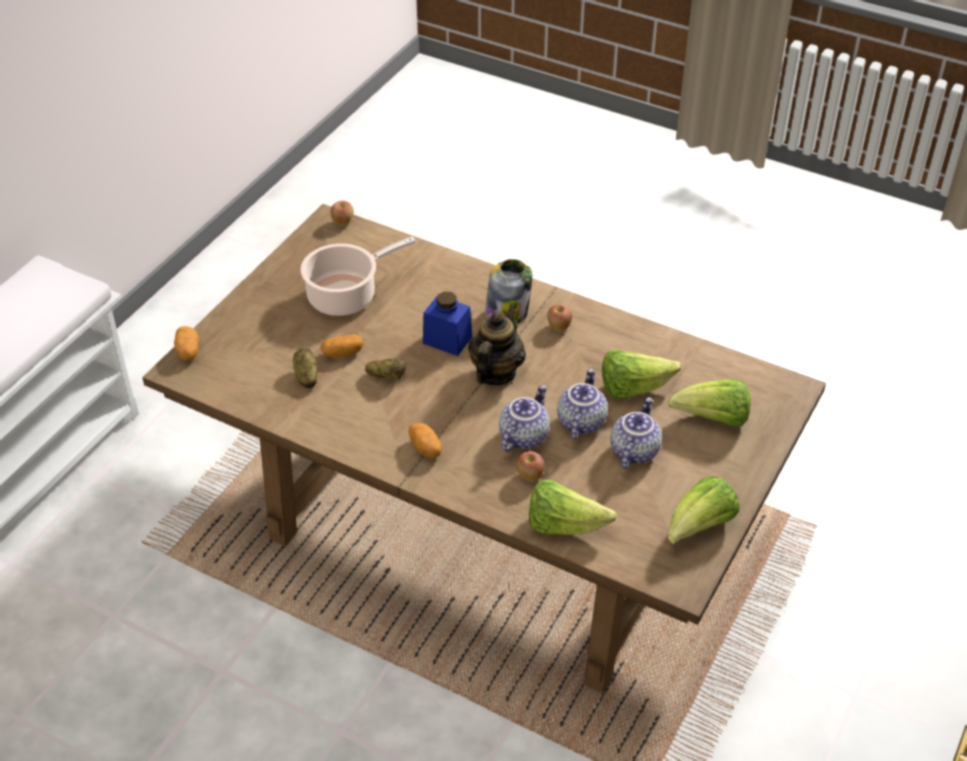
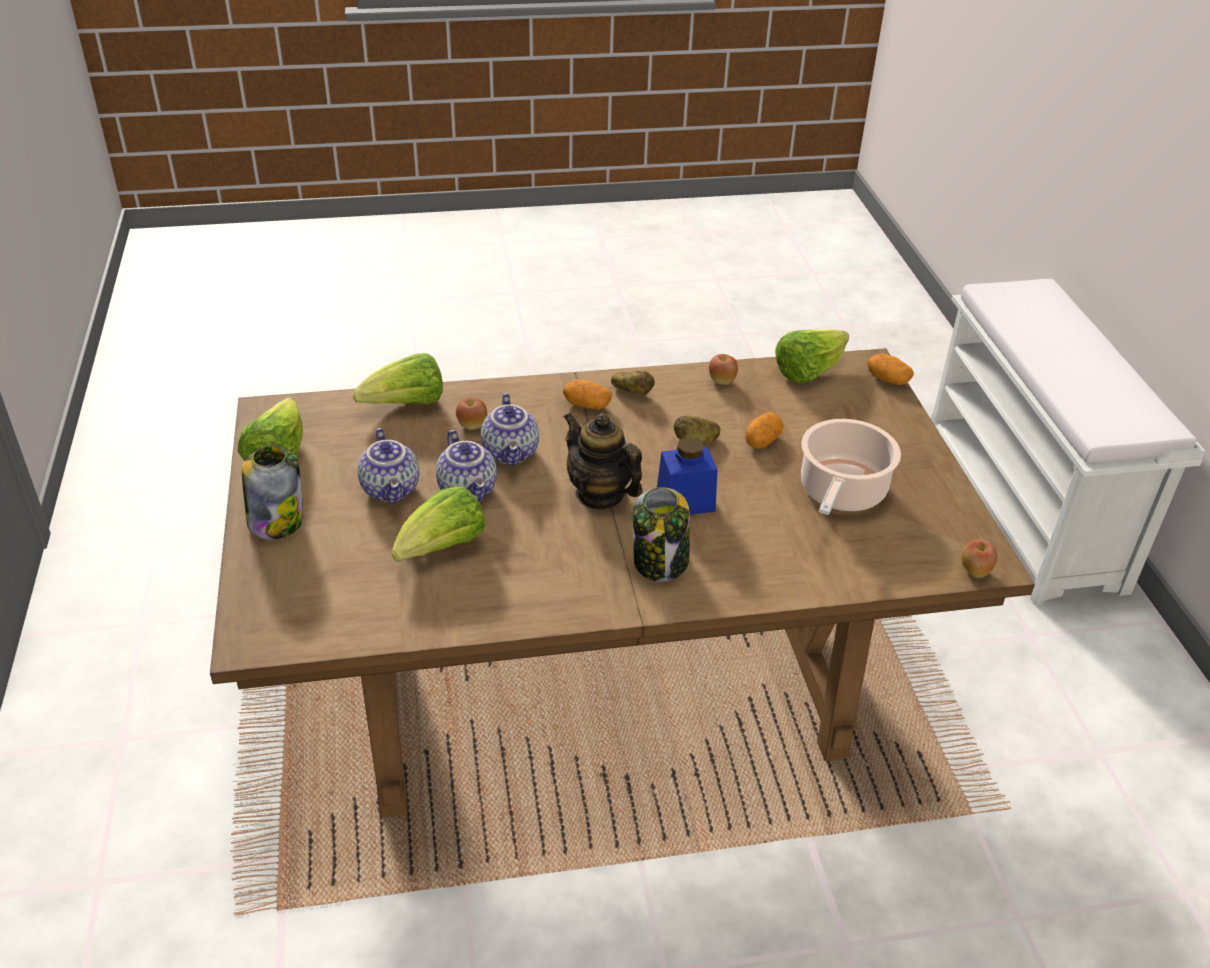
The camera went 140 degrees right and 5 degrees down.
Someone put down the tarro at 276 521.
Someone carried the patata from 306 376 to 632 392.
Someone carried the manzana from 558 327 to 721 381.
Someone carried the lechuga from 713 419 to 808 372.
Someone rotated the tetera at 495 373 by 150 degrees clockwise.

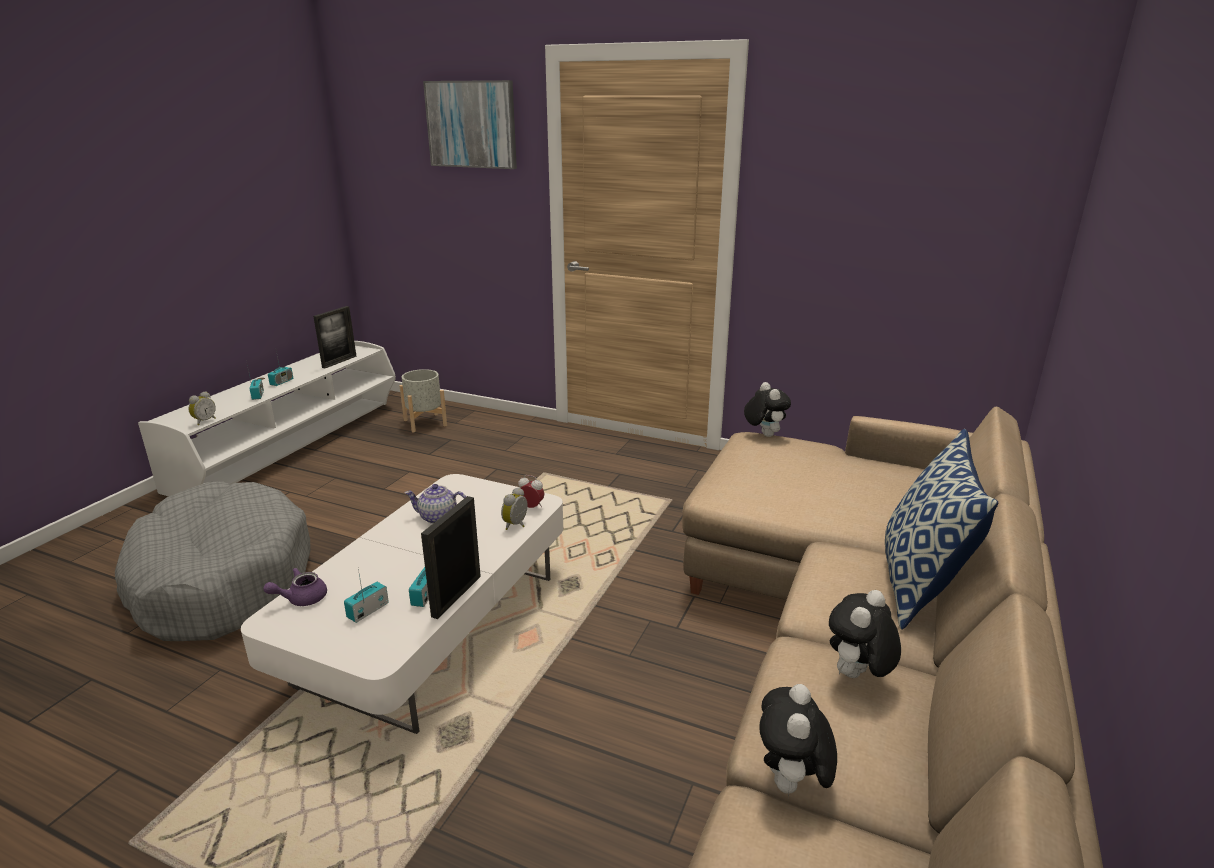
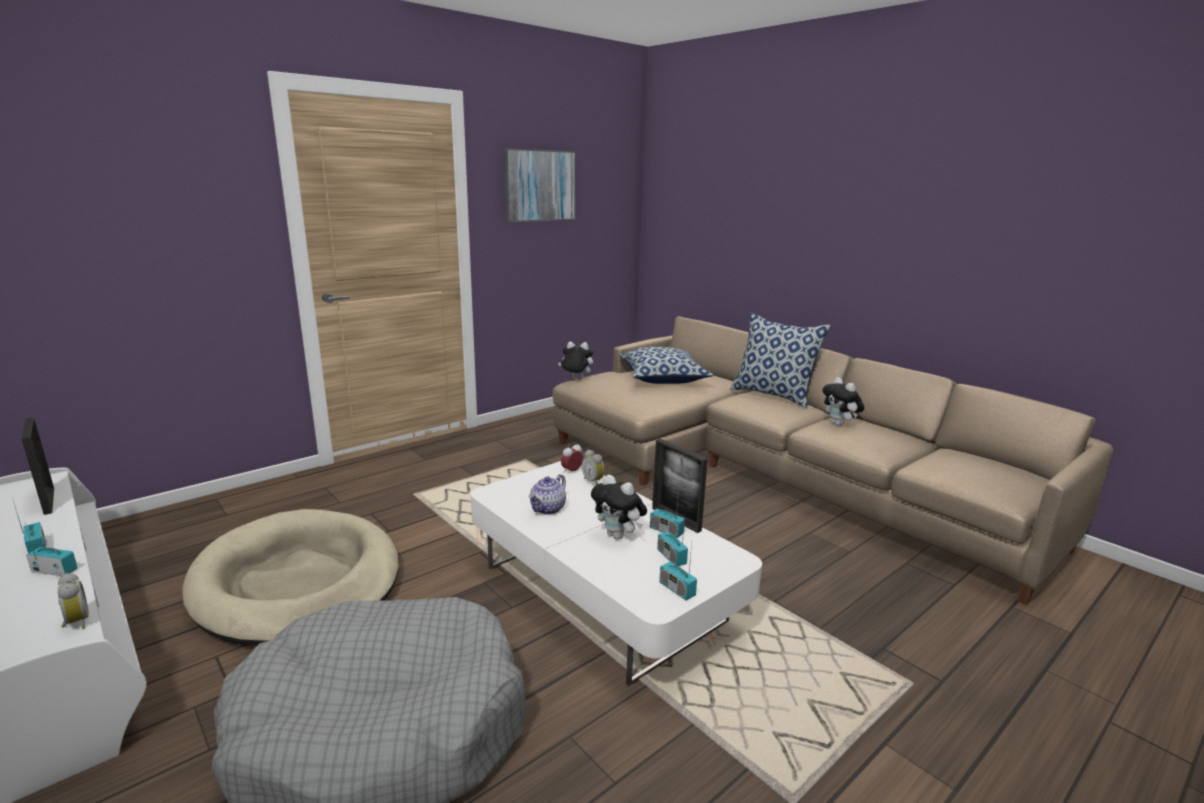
The camera went 65 degrees left and 5 degrees down.
Someone took away the tetera [morado] at 301 598.
Someone took away the maceta [gris] at 425 422.
Someone put down the cama para perro [beis] at 298 582.
Someone put down the cojín at 663 378.
Someone put down the radio at 677 589.
Someone carried the cuadro from 471 124 to 539 185.
Someone carried the peluche from 791 784 to 618 535.

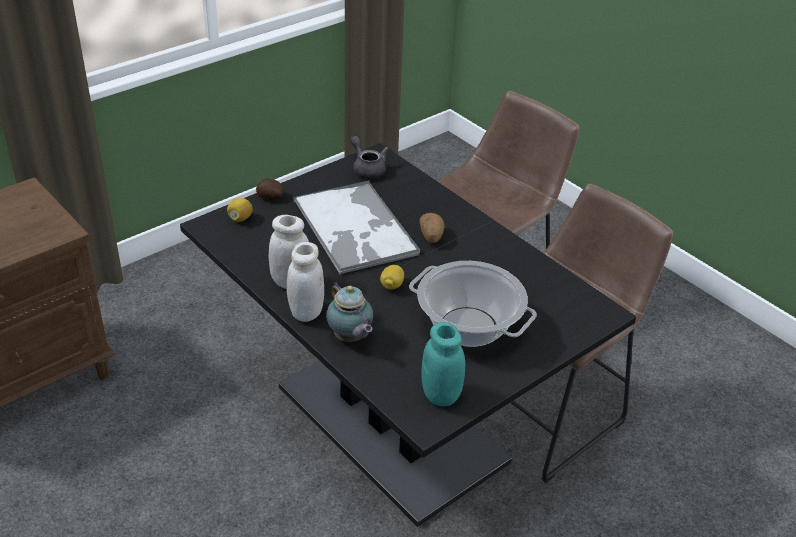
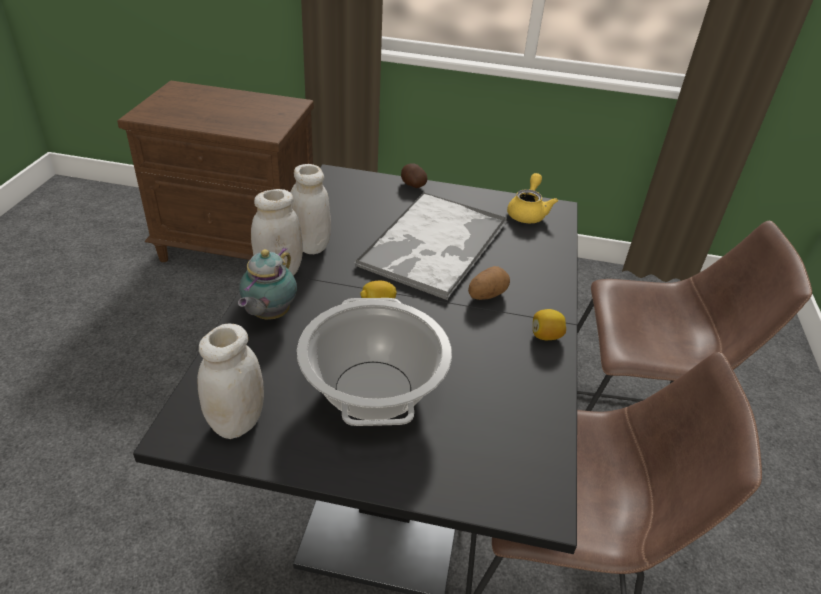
The camera went 50 degrees right and 0 degrees up.
Someone carried the limón from 240 218 to 546 336.
Someone repainted the tetera [gris] at 367 169, which became the tetera [amarillo] at 528 212.
Someone repainted the tarro [turquesa] at 440 395, which became the tarro [blanco] at 237 422.

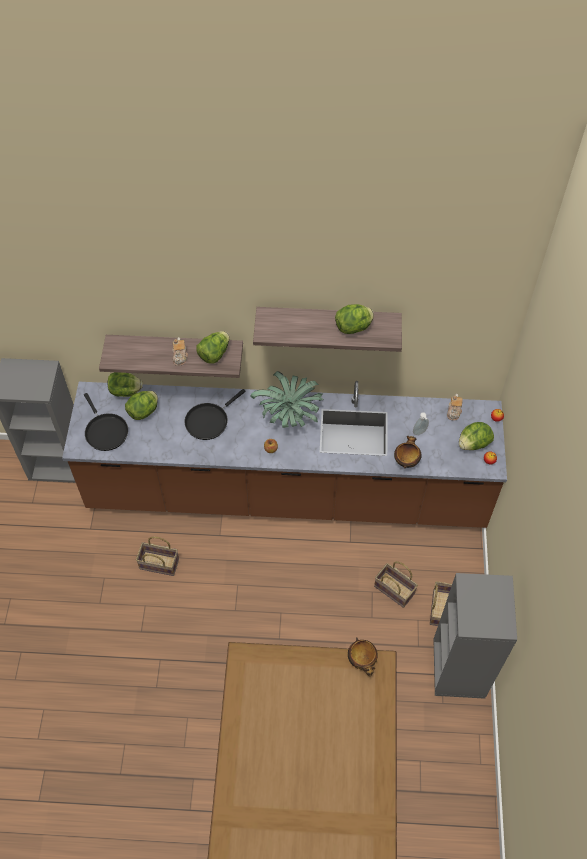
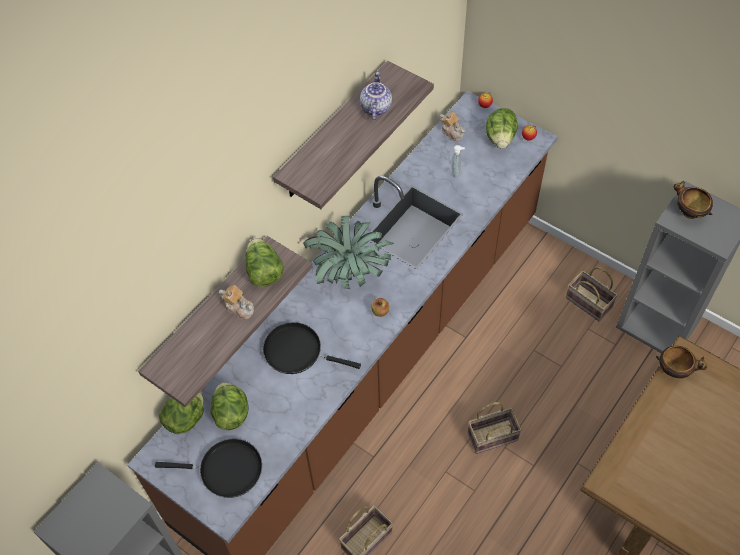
The camera went 55 degrees left and 0 degrees up.
Someone carried the cesta from 395 590 to 493 435.
Someone carried the cuenco from 406 461 to 688 212.
Someone swapped the lechuga at 354 327 for the tetera at 375 107.
Someone rotated the sartén [negro] at 209 421 by 120 degrees clockwise.

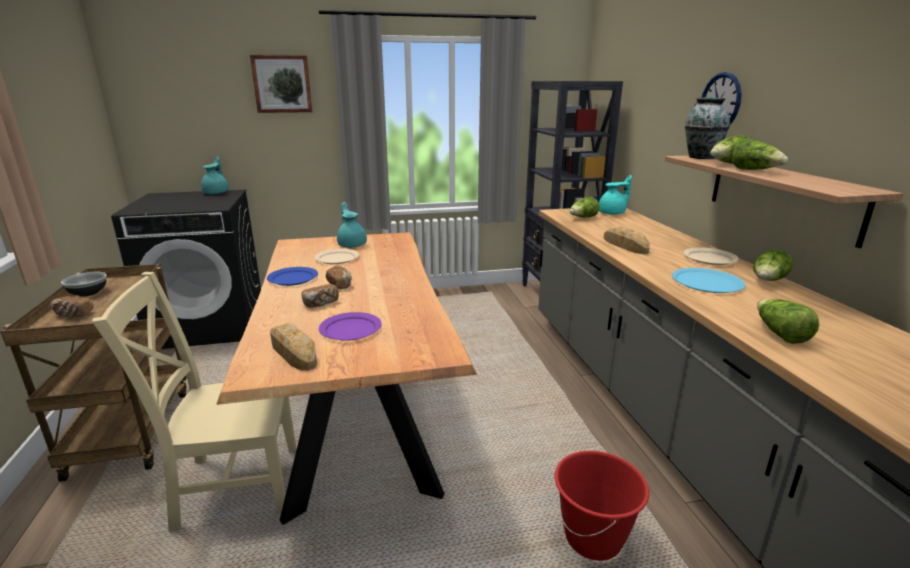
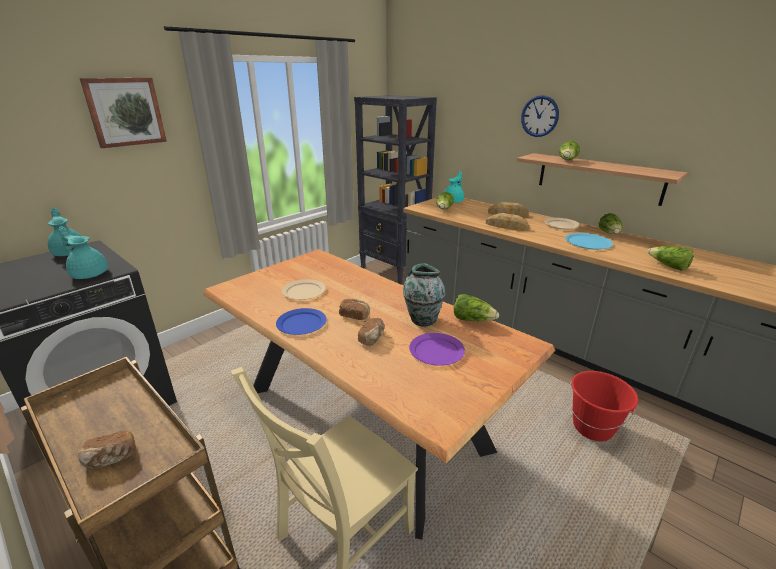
The camera went 35 degrees left and 5 degrees up.
Someone took away the cuenco at 88 293.
Someone carried the pan from 293 352 to 507 214.
Someone carried the tetera [turquesa] from 352 245 to 89 274.
Someone carried the florero from 701 157 to 422 319.
Someone carried the lechuga from 755 170 to 472 320.

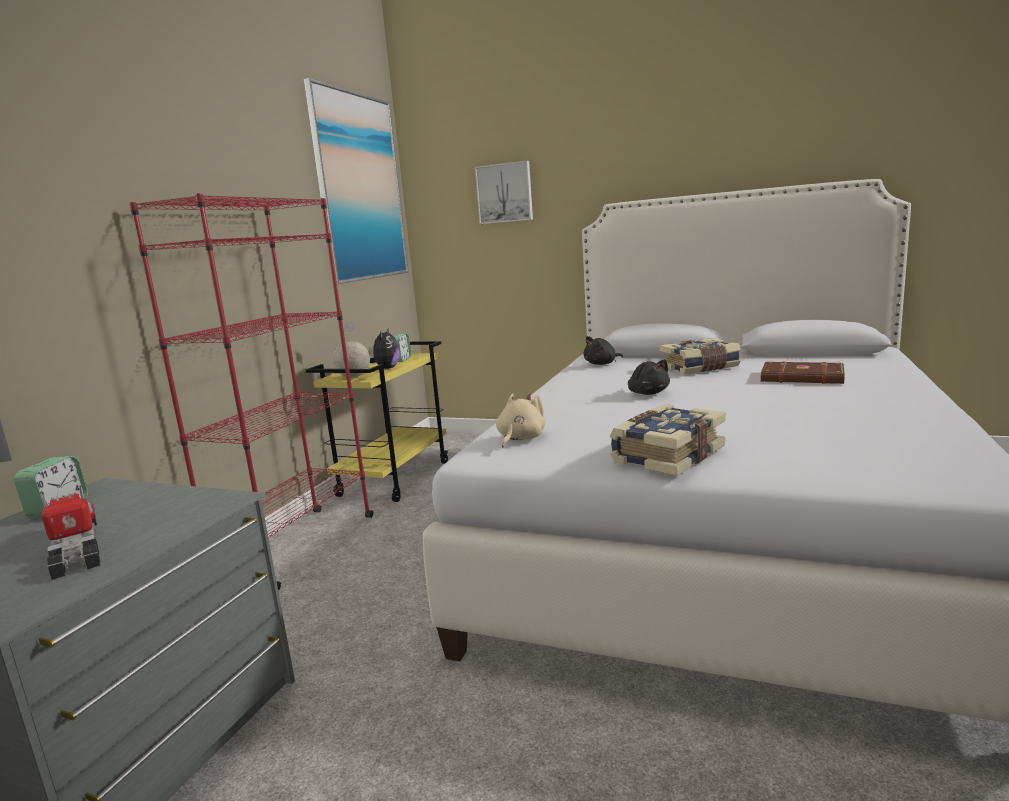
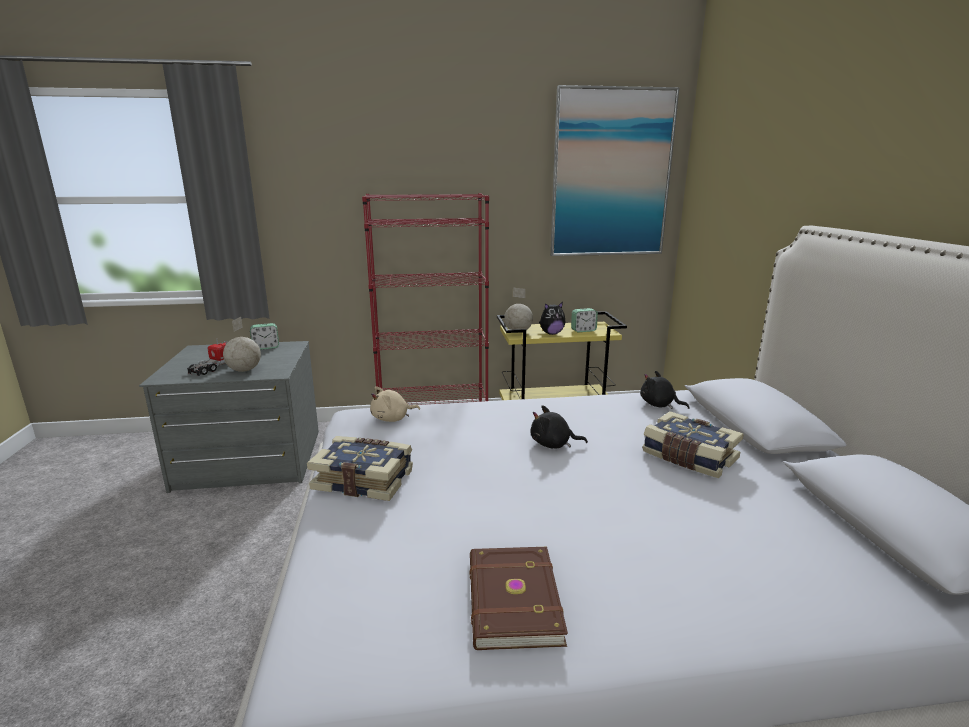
The camera went 60 degrees right and 5 degrees up.
Someone took away the cuadro at 505 193.
Someone put down the globo terráqueo at 245 370.
Someone carried the libro [marrón] from 802 377 to 511 600.
Someone rotated the peluche [beis] at 520 439 by 150 degrees clockwise.
Someone rotated the peluche [negro] at 648 393 by 60 degrees clockwise.

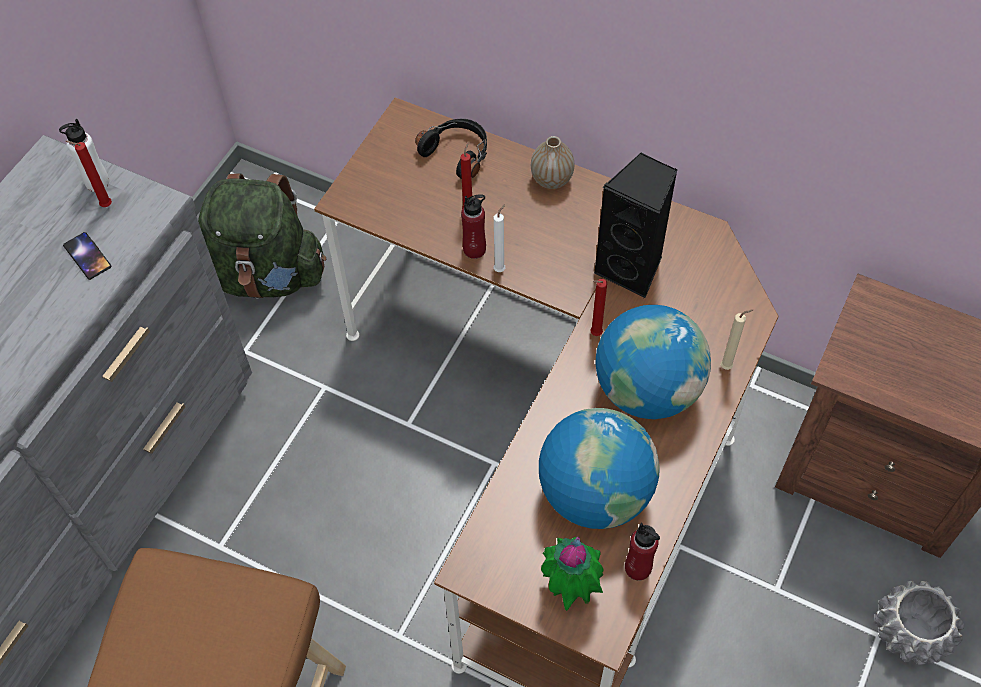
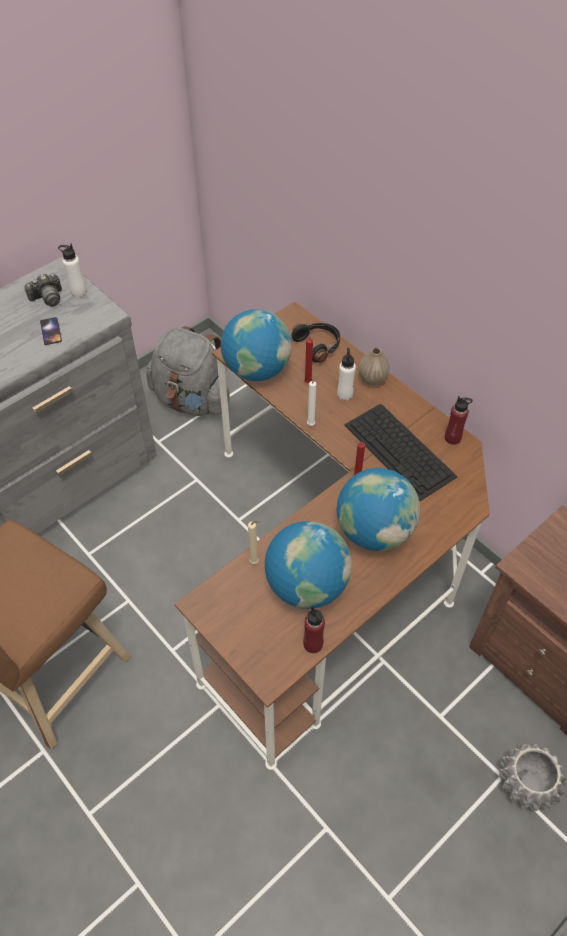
The camera went 20 degrees right and 5 degrees down.
Someone took away the vela [rojo] at 104 206.
Someone took away the planta en maceta at 569 589.
Someone put down the cámara at 47 298.
Someone put down the globo terráqueo at 257 369.
Someone put down the botella [blanco] at 345 394.
Someone carried the botella [rojo] from 474 249 to 452 438.
Someone carried the vela [beis] from 728 366 to 255 562.
Someone swapped the altavoz [negro] at 632 268 for the teclado at 400 451.
Someone repainted the mochila [verde] at 265 275, which became the mochila [gris] at 192 400.

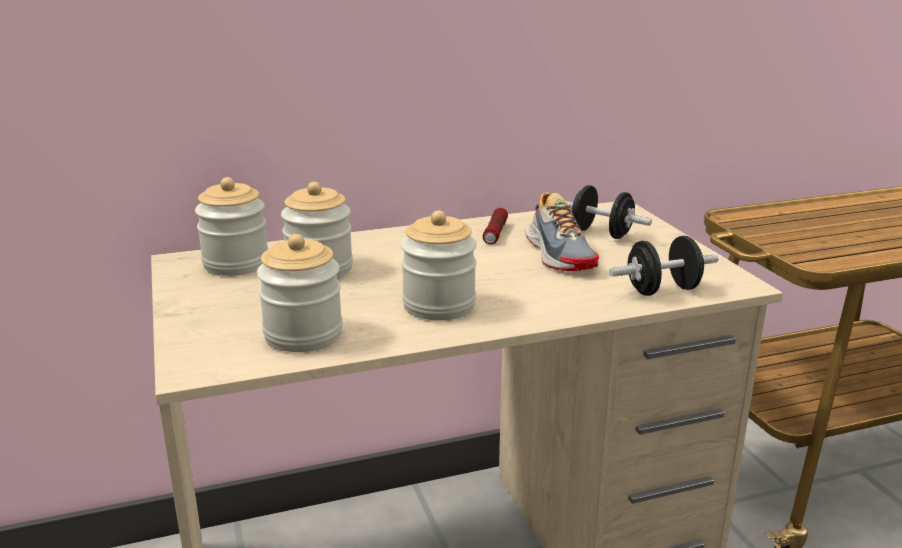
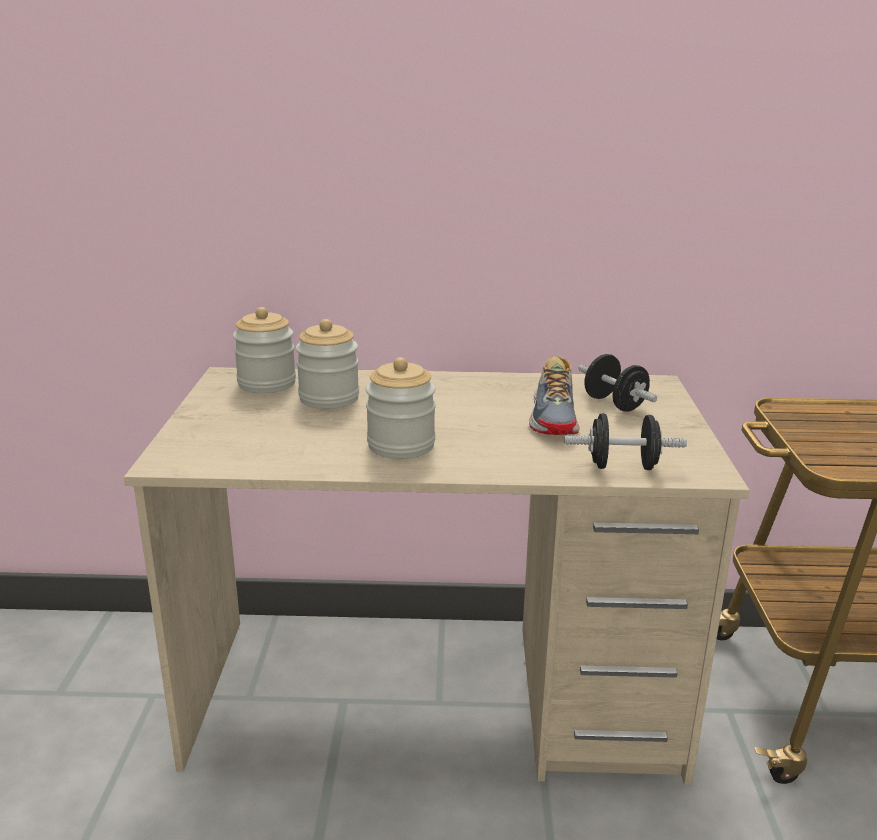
The camera went 20 degrees right and 0 degrees up.
Someone took away the tarro at 303 335.
Someone took away the linterna at 495 233.

